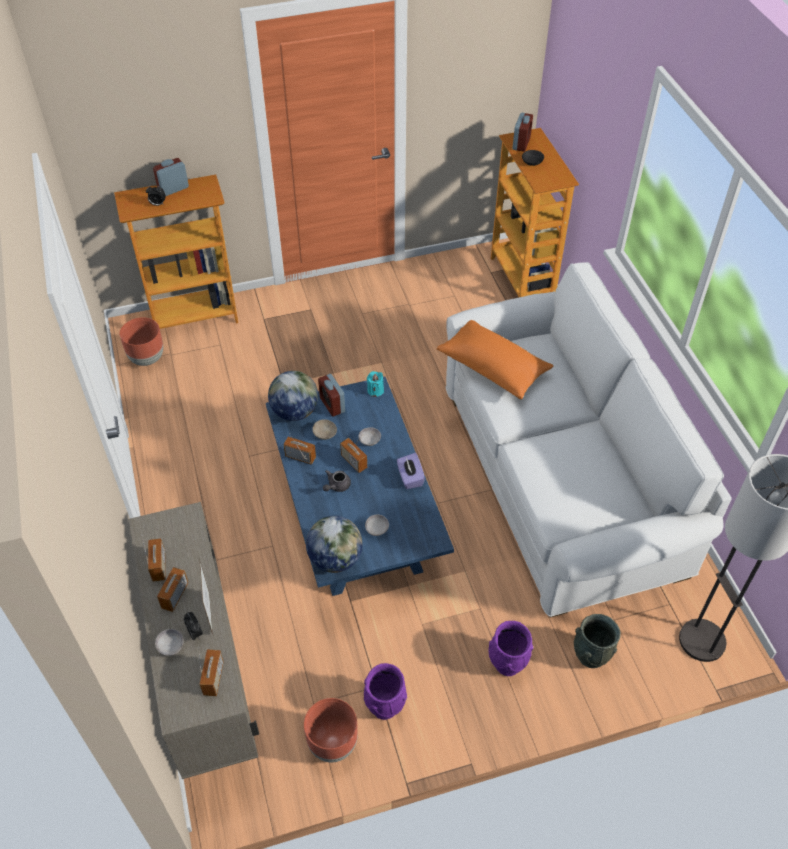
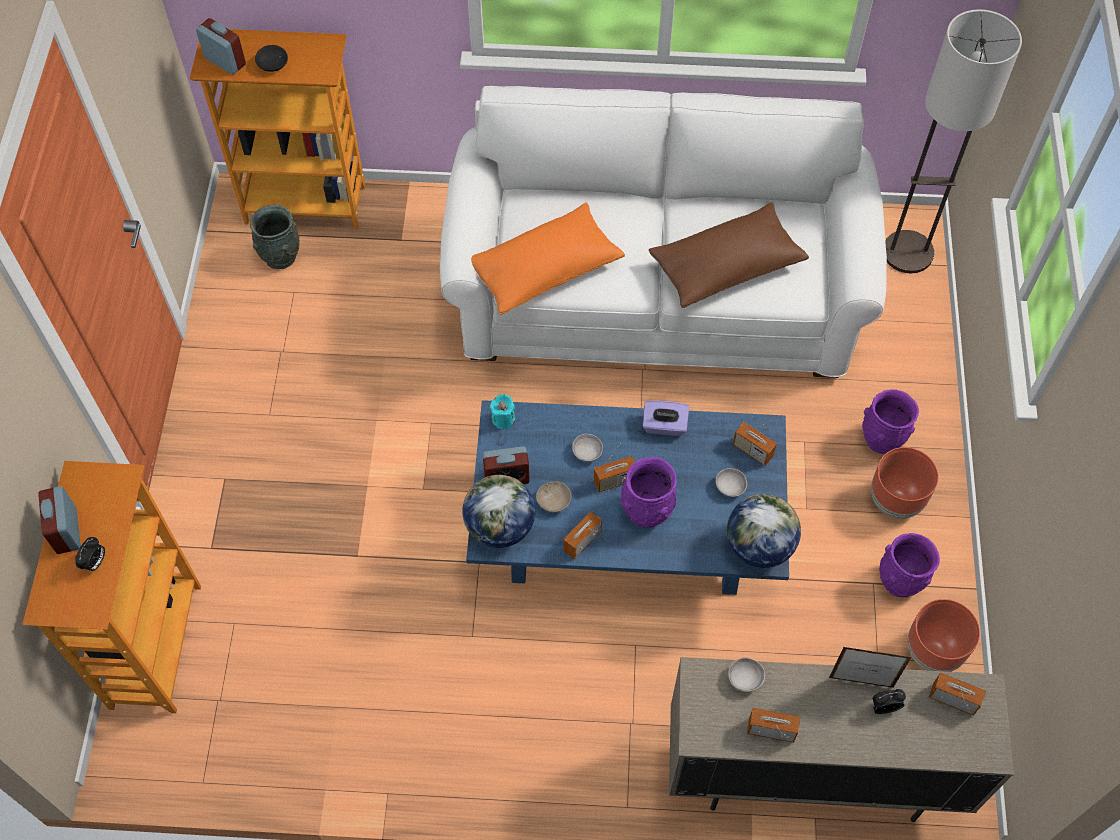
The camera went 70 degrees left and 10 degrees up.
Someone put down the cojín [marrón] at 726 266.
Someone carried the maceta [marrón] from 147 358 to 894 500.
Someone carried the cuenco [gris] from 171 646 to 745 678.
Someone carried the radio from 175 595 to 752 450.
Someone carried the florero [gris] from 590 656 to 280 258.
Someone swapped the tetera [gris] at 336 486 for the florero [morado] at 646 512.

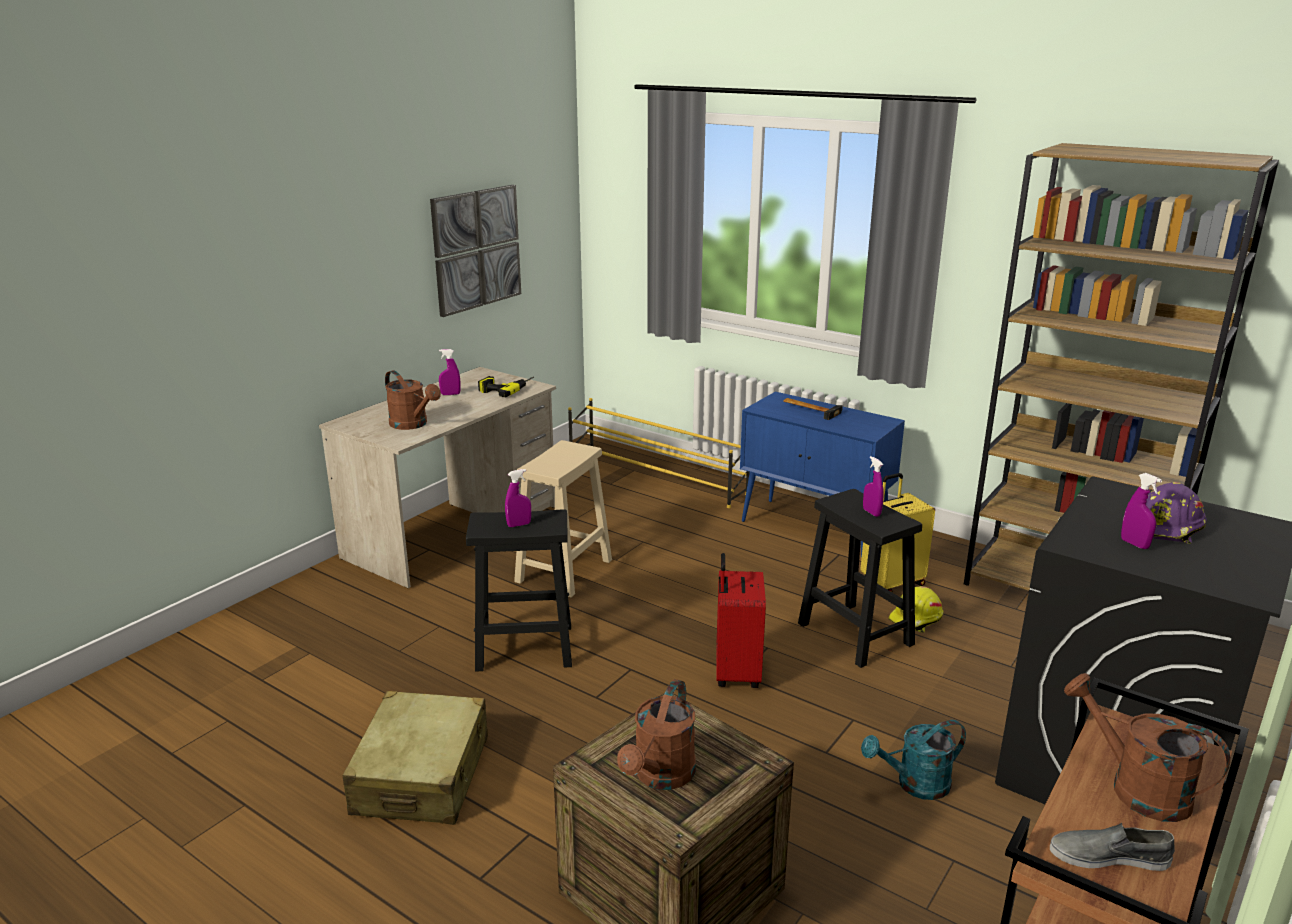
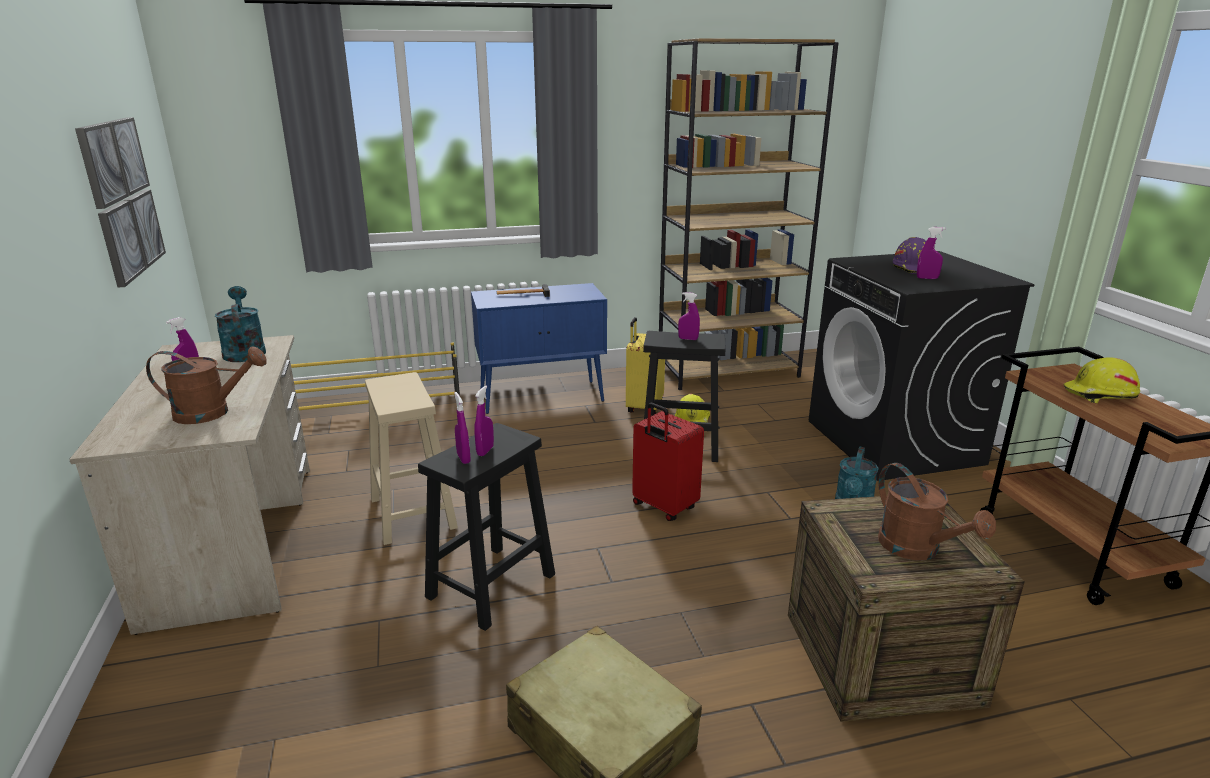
The camera went 50 degrees left and 0 degrees up.
Someone took away the zapato [gris] at 1108 856.
Someone put down the pulverizador [morado] at 463 458.
Someone swapped the taladro at 506 388 for the regadera [turquesa] at 244 351.
Someone swapped the regadera [marrón] at 1136 788 for the casco [amarillo] at 1099 395.

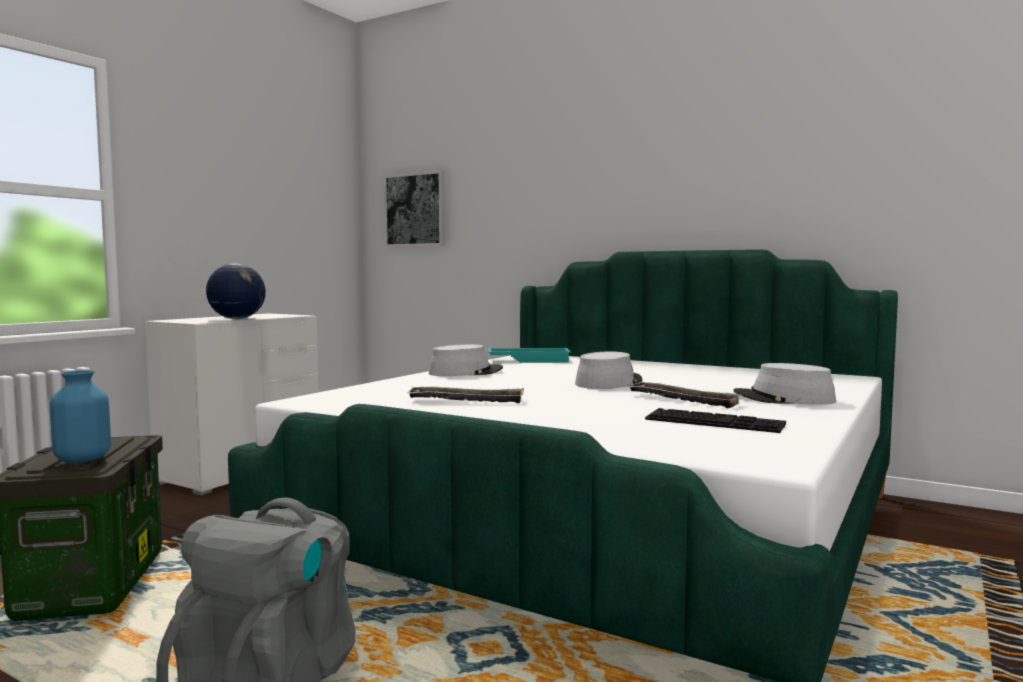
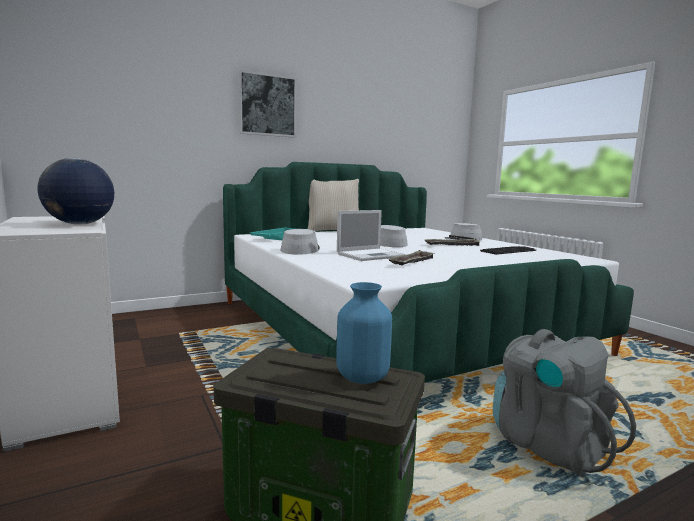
The camera went 60 degrees left and 5 degrees up.
Someone put down the cojín [beis] at 333 231.
Someone put down the portátil at 371 255.
Someone carried the cuadro from 415 210 to 267 105.

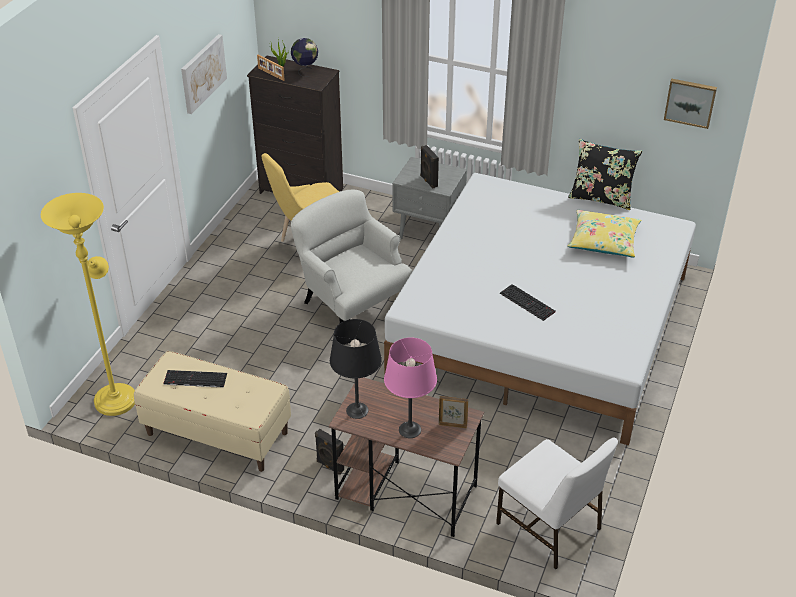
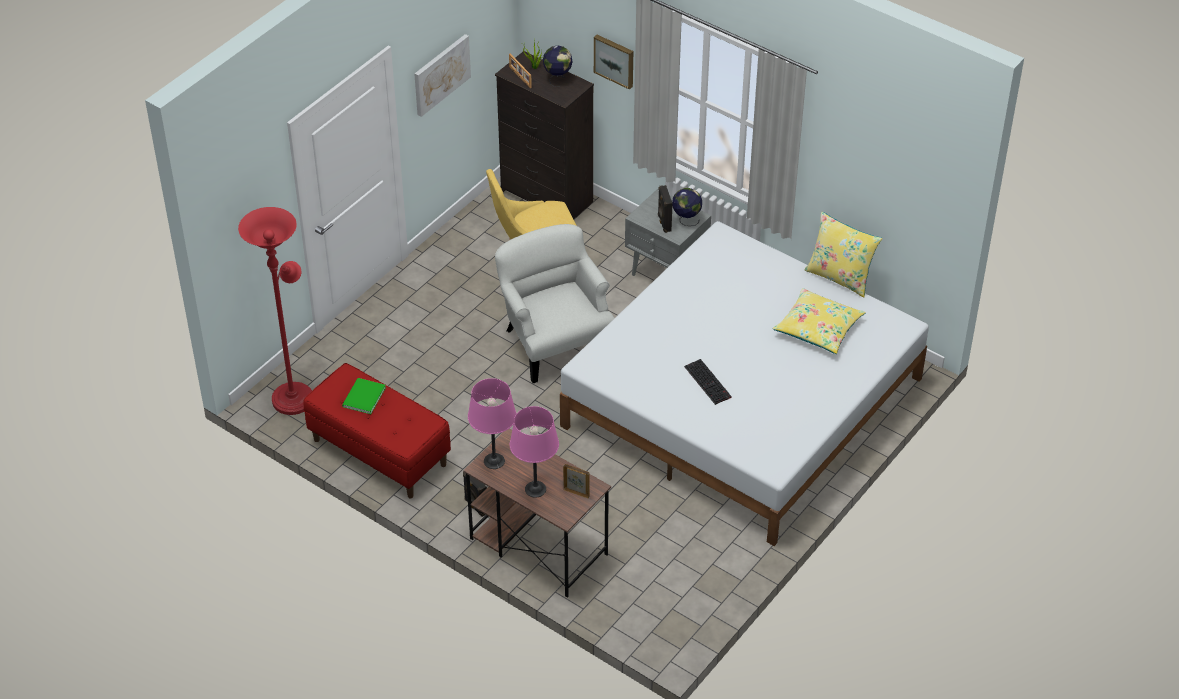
The camera went 15 degrees right and 5 degrees up.
Someone took away the silla [blanco] at 549 527.
Someone put down the globo terráqueo at 686 220.
Someone carried the cuadro from 690 102 to 614 60.
Someone swapped the teclado at 194 379 for the libro [verde] at 362 397.
Someone repainted the lámpara de pie [amarillo] at 116 396, which became the lámpara de pie [rojo] at 294 395.
Someone repainted the banco [beis] at 217 433, which became the banco [rojo] at 379 452.
Someone repainted the lámpara de mesa [negro] at 357 411, which became the lámpara de mesa [rosa] at 494 461.
Someone repainted the cojín [negro] at 601 198, which became the cojín [amarillo] at 840 277.

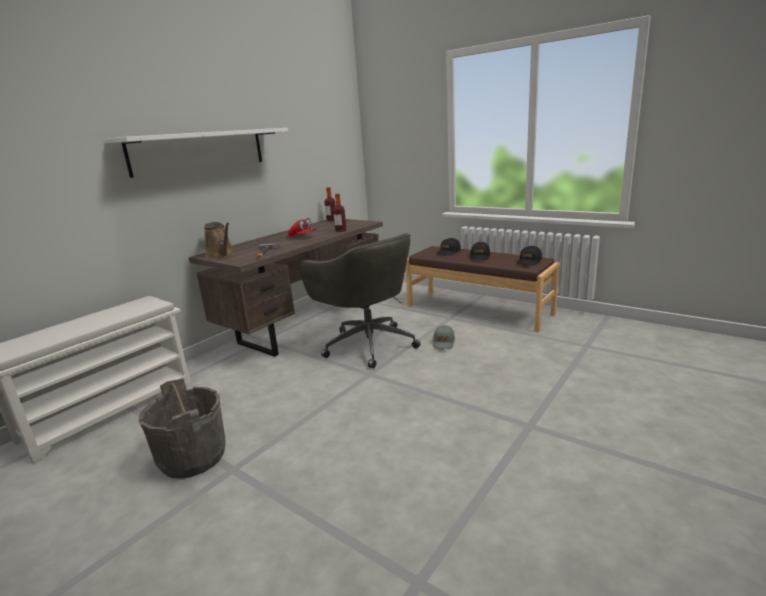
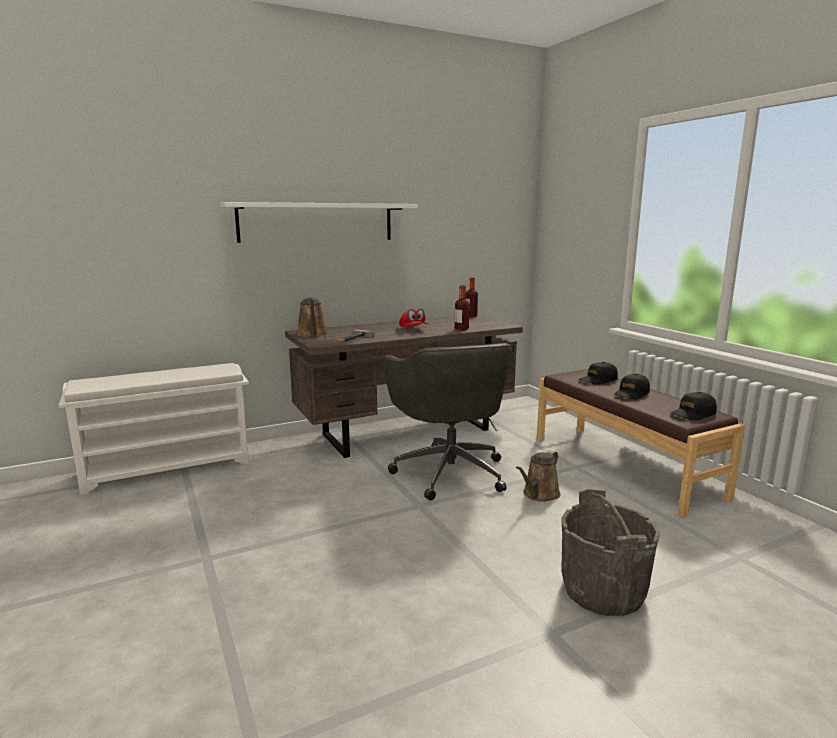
The camera went 25 degrees right and 5 degrees down.
Someone carried the cubo [gris] from 193 457 to 603 591.
Someone swapped the gorra [gris] at 443 342 for the regadera [marrón] at 539 494.

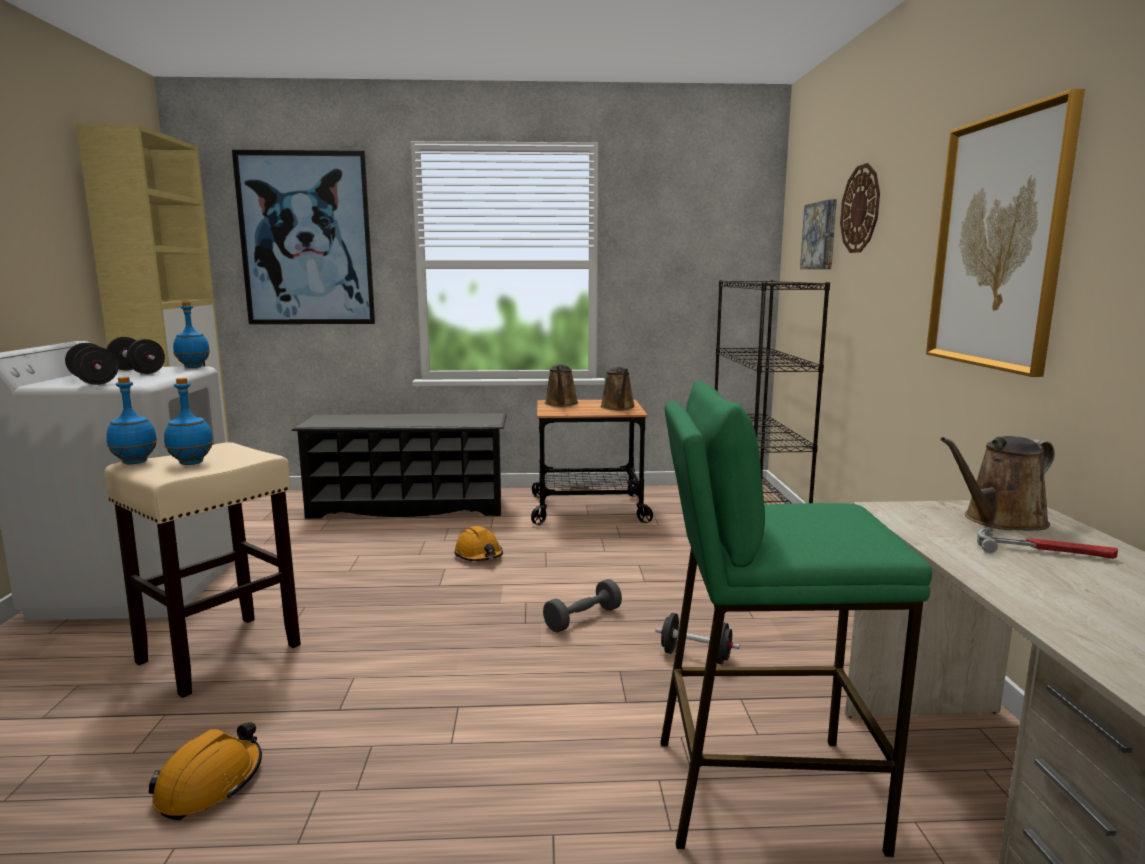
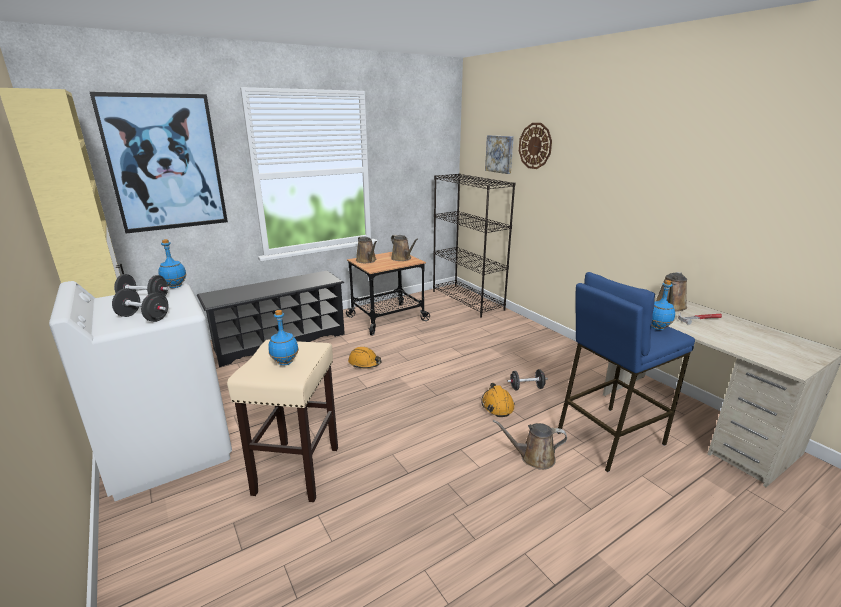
The camera went 30 degrees left and 10 degrees up.
Someone took away the mancuerna [gris] at 583 619.
Someone took away the cuadro at 998 243.
Someone put down the regadera [marrón] at 533 457.
Someone carried the botella [azul] from 134 462 to 657 328.
Someone carried the casco [naranja] from 210 784 to 497 405.
Someone repainted the taburete [verde] at 762 790, which became the taburete [azul] at 609 437.

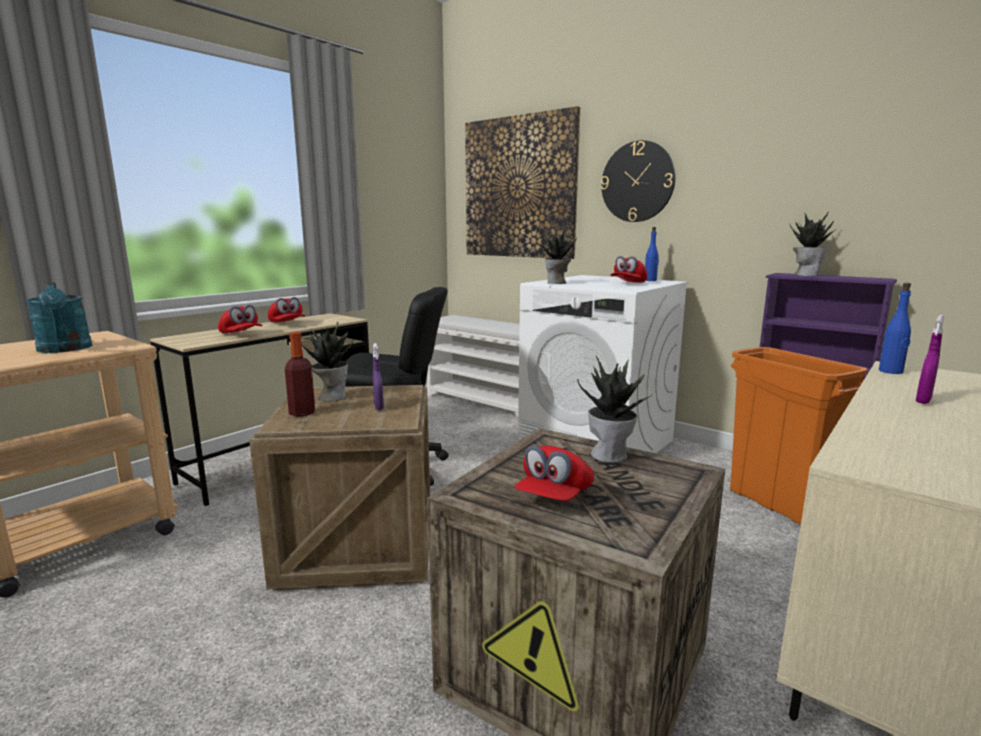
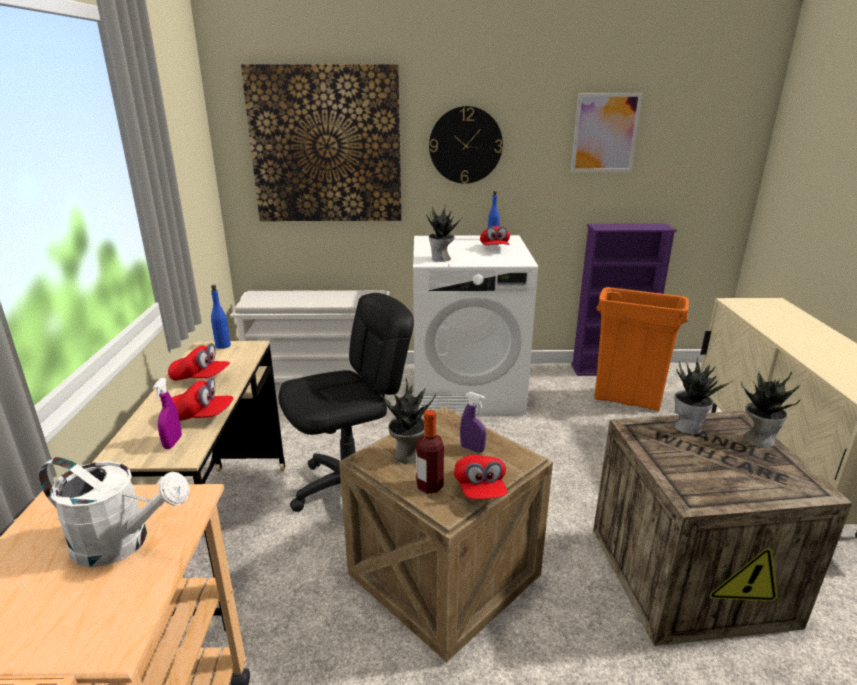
The camera went 40 degrees left and 10 degrees up.
Someone put up the cuadro at 605 133.
Someone carried the gorra [rojo] from 554 497 to 479 489.
Someone carried the planta en maceta from 806 275 to 758 439.
Someone carried the botella [azul] from 891 371 to 223 346.
Someone carried the pulverizador [morado] from 923 401 to 173 442.
Someone repainted the regadera [turquesa] at 65 349, which became the regadera [blanco] at 122 543.

